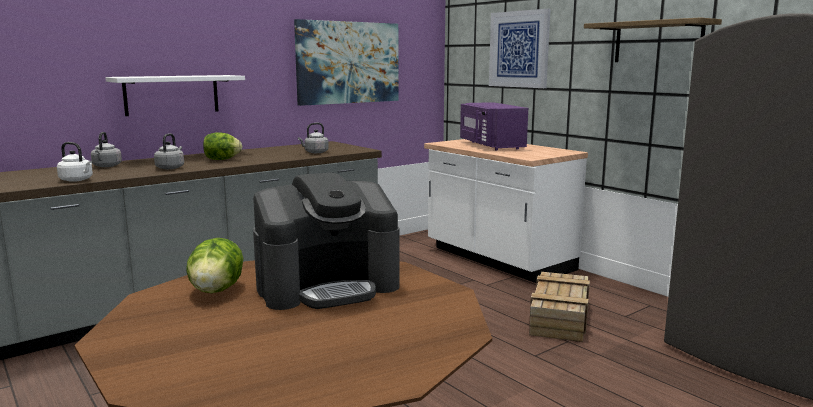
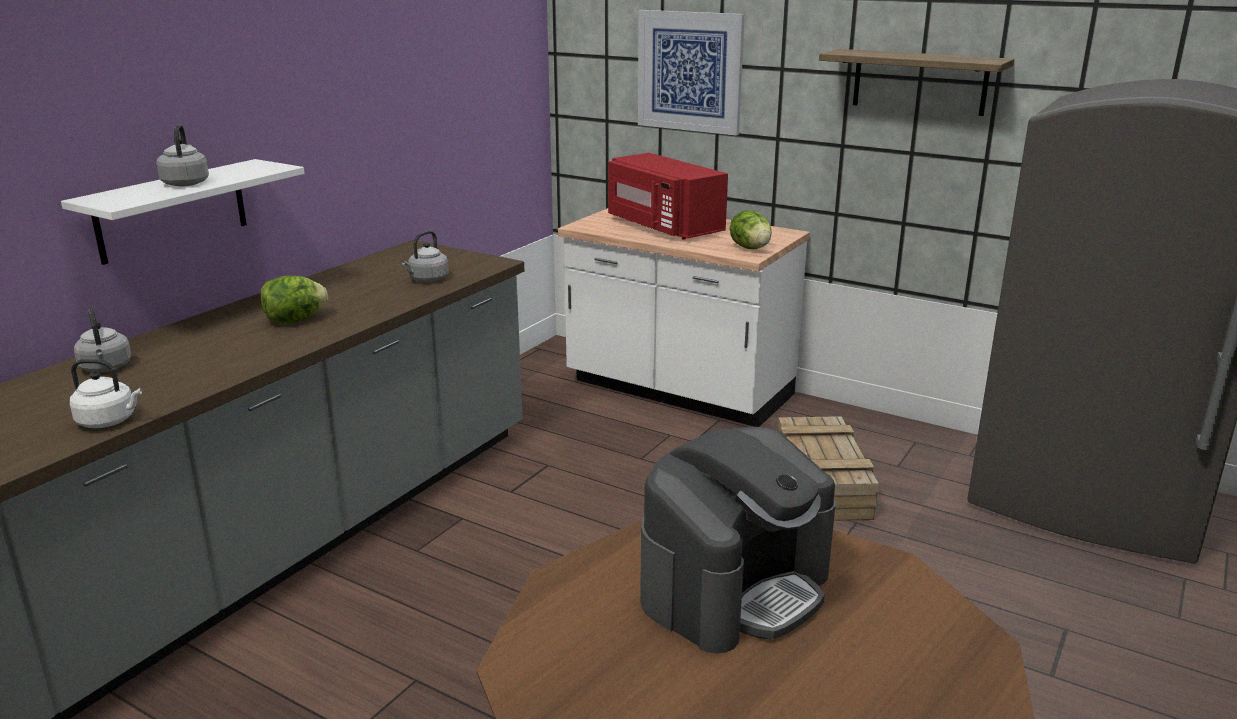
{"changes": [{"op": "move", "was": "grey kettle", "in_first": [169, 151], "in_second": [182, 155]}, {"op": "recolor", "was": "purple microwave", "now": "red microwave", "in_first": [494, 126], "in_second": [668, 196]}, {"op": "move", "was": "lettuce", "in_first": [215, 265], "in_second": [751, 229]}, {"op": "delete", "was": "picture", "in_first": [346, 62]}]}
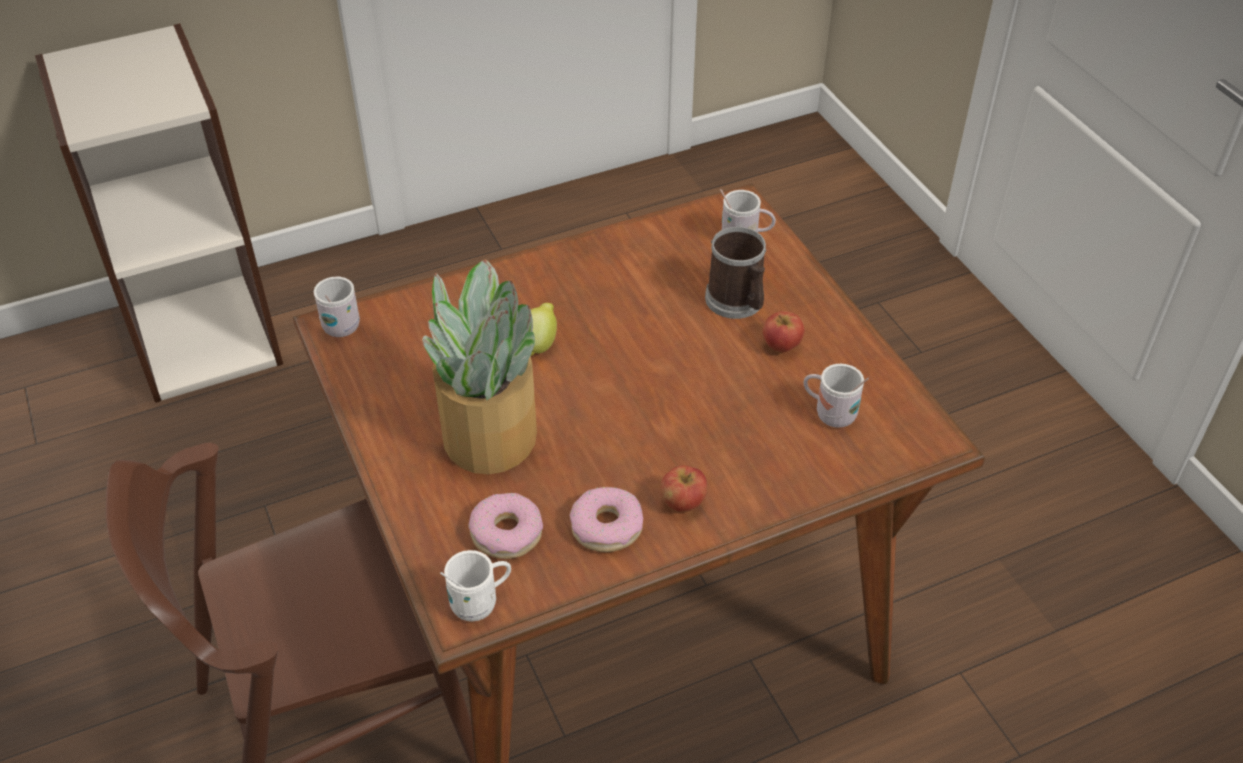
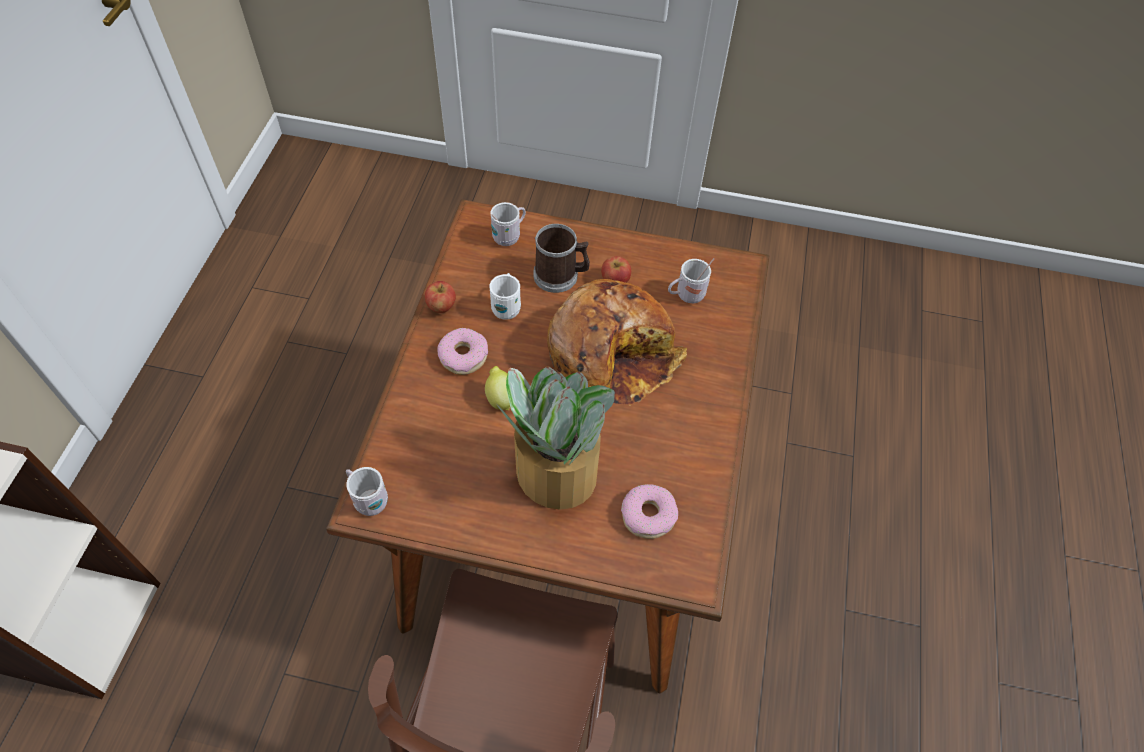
{"changes": [{"op": "move", "was": "apple", "in_first": [683, 489], "in_second": [440, 297]}, {"op": "move", "was": "donut", "in_first": [606, 519], "in_second": [463, 351]}, {"op": "move", "was": "white mug", "in_first": [475, 585], "in_second": [505, 296]}, {"op": "insert", "now": "bread", "in_second": [617, 342]}]}
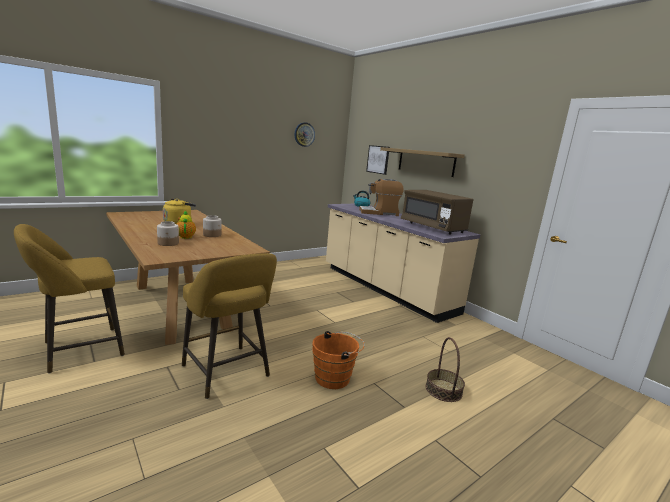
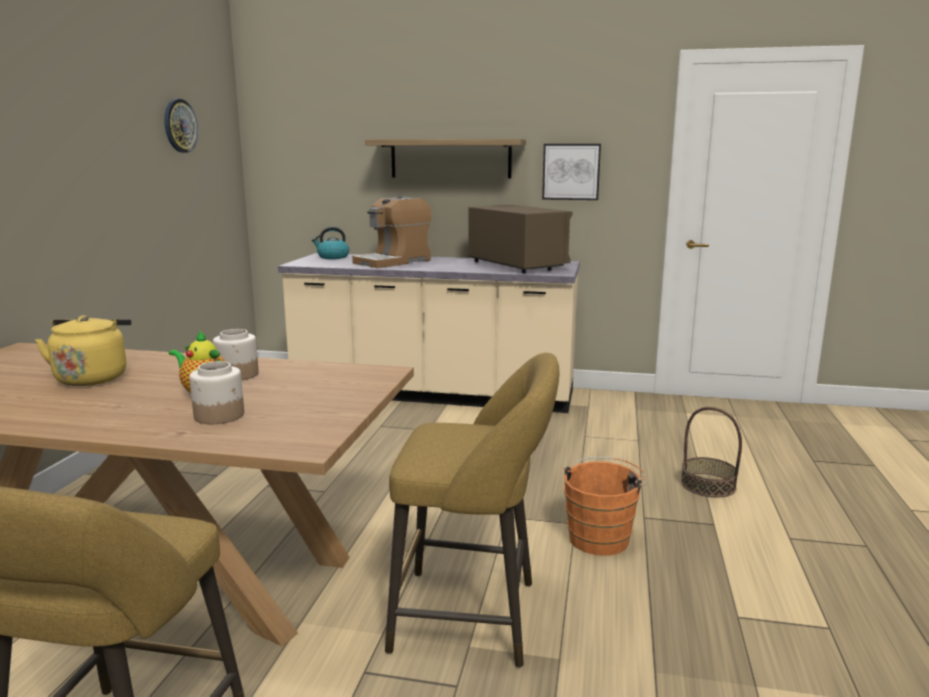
{"changes": [{"op": "rotate", "was": "brown microwave", "in_first": [437, 212], "in_second": [520, 239], "clockwise": -135}, {"op": "move", "was": "picture", "in_first": [378, 160], "in_second": [571, 172]}]}
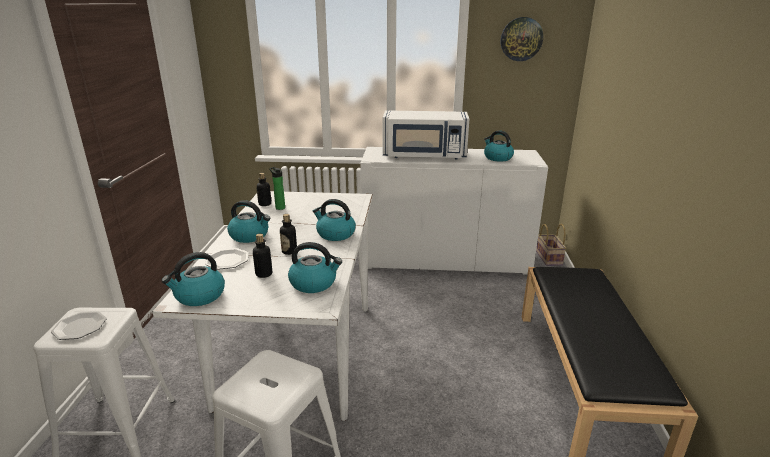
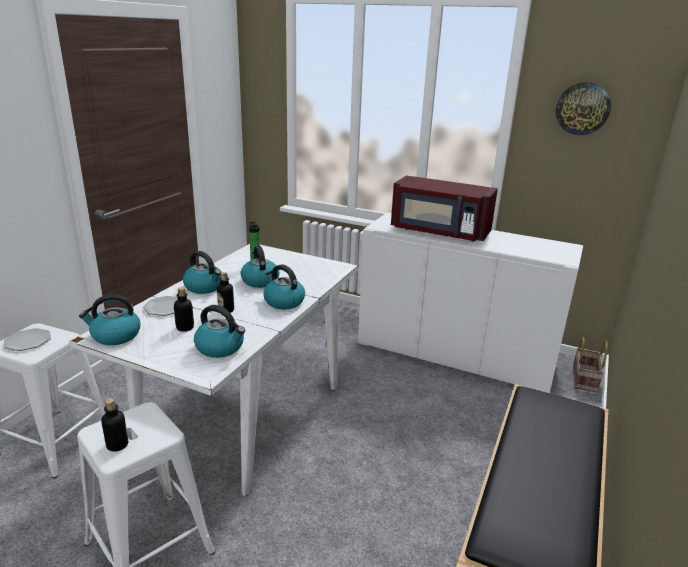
{"changes": [{"op": "move", "was": "bottle", "in_first": [263, 189], "in_second": [114, 425]}, {"op": "move", "was": "kettle", "in_first": [499, 146], "in_second": [260, 267]}, {"op": "recolor", "was": "white microwave", "now": "red microwave", "in_first": [426, 134], "in_second": [444, 208]}]}
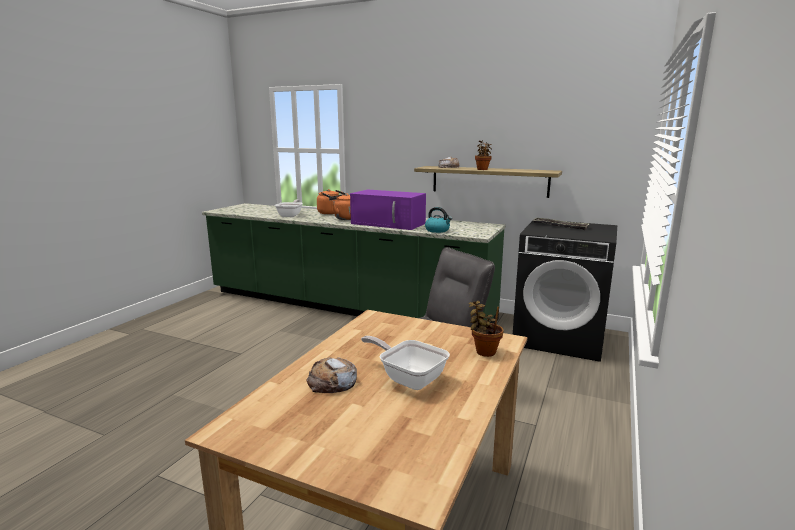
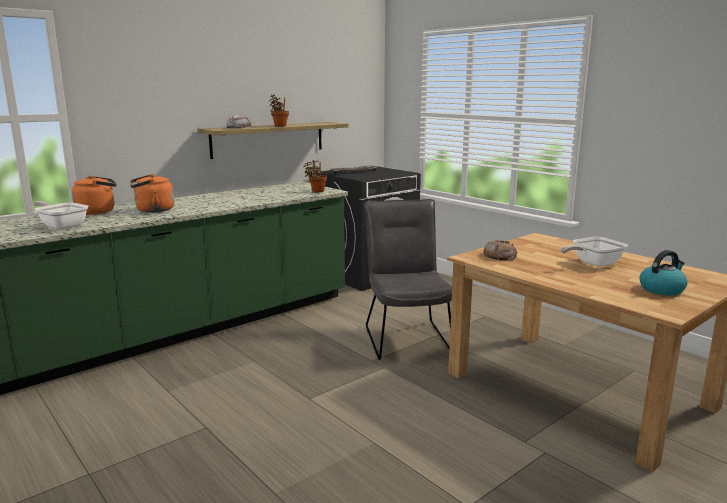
{"changes": [{"op": "move", "was": "potted plant", "in_first": [486, 329], "in_second": [315, 176]}, {"op": "move", "was": "bread", "in_first": [331, 375], "in_second": [500, 250]}, {"op": "move", "was": "kettle", "in_first": [438, 220], "in_second": [664, 272]}, {"op": "delete", "was": "purple microwave", "in_first": [388, 209]}]}
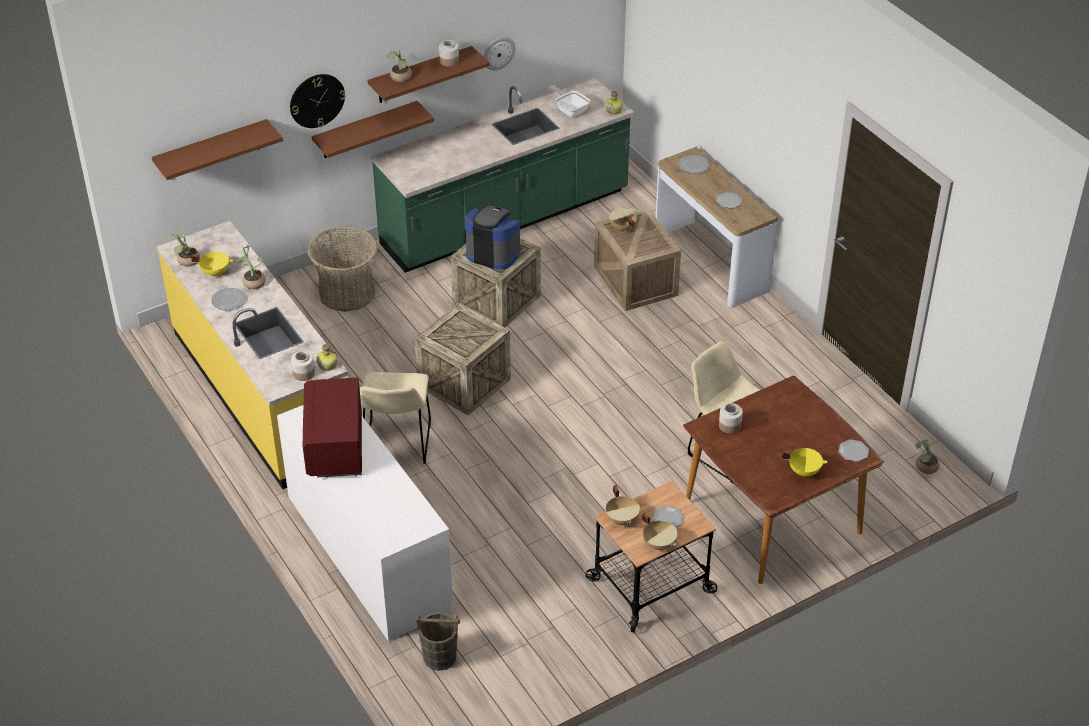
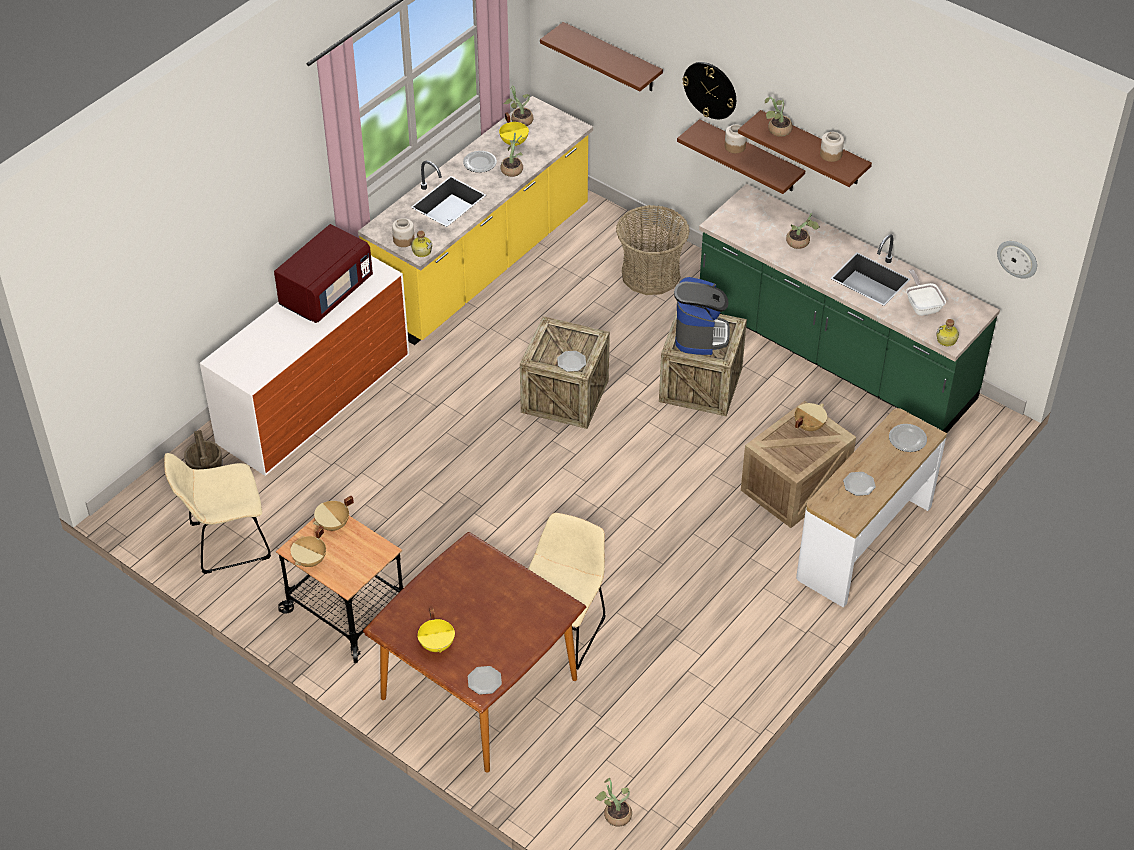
{"changes": [{"op": "move", "was": "beige chair", "in_first": [395, 418], "in_second": [217, 513]}, {"op": "rotate", "was": "red microwave", "in_first": [332, 428], "in_second": [323, 273], "clockwise": 150}, {"op": "move", "was": "plate", "in_first": [668, 516], "in_second": [571, 361]}, {"op": "move", "was": "jar", "in_first": [731, 418], "in_second": [735, 138]}, {"op": "insert", "now": "potted plant", "in_second": [803, 231]}, {"op": "rotate", "was": "frying pan", "in_first": [569, 101], "in_second": [926, 292], "clockwise": -45}, {"op": "move", "was": "wall clock", "in_first": [499, 53], "in_second": [1017, 260]}]}
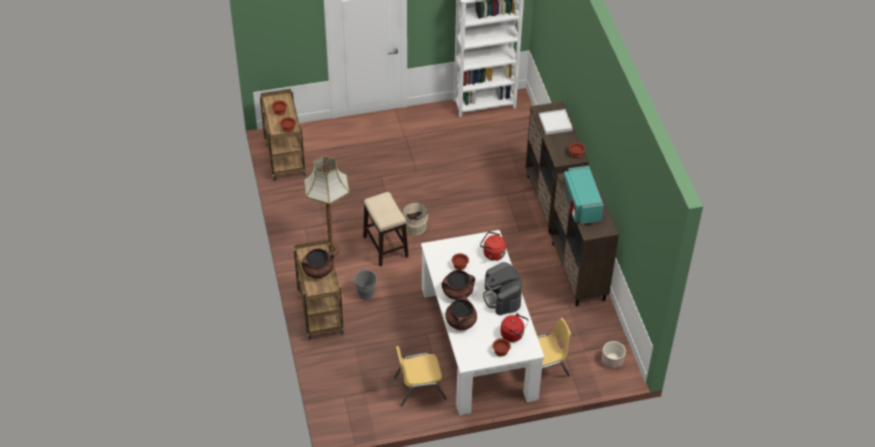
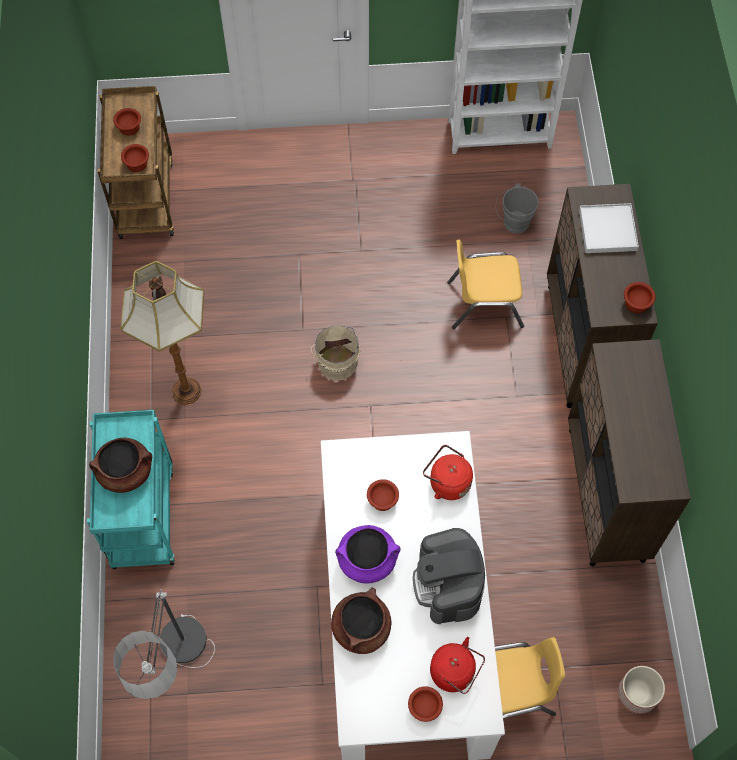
{"changes": [{"op": "recolor", "was": "brown cart", "now": "turquoise cart", "in_first": [319, 290], "in_second": [131, 489]}, {"op": "insert", "now": "floor lamp", "in_second": [164, 644]}, {"op": "recolor", "was": "brown cooking pot", "now": "purple cooking pot", "in_first": [458, 285], "in_second": [368, 554]}, {"op": "move", "was": "yellow chair", "in_first": [420, 376], "in_second": [485, 284]}, {"op": "move", "was": "grey bucket", "in_first": [364, 284], "in_second": [517, 208]}, {"op": "delete", "was": "stool", "in_first": [385, 229]}, {"op": "delete", "was": "turquoise microwave", "in_first": [583, 195]}]}
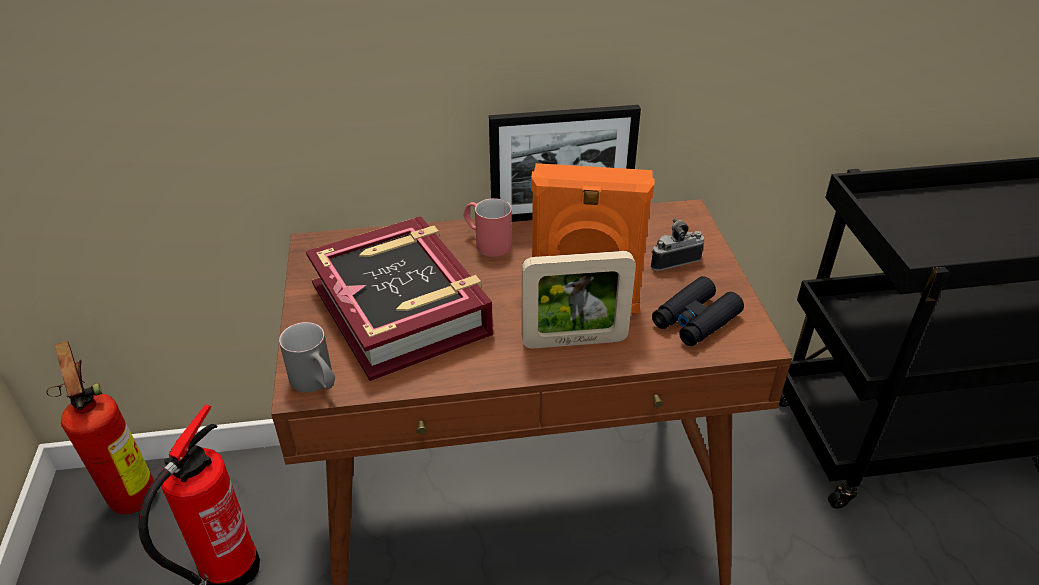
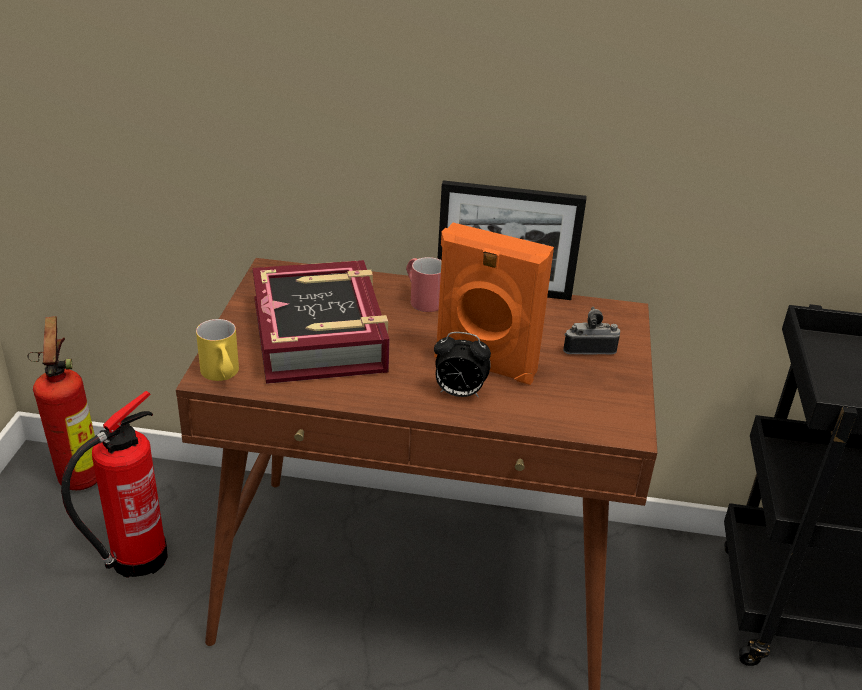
{"changes": [{"op": "recolor", "was": "grey mug", "now": "yellow mug", "in_first": [307, 357], "in_second": [217, 350]}, {"op": "replace", "was": "picture frame", "now": "alarm clock", "in_first": [579, 300], "in_second": [462, 365]}, {"op": "delete", "was": "black binoculars", "in_first": [698, 311]}]}
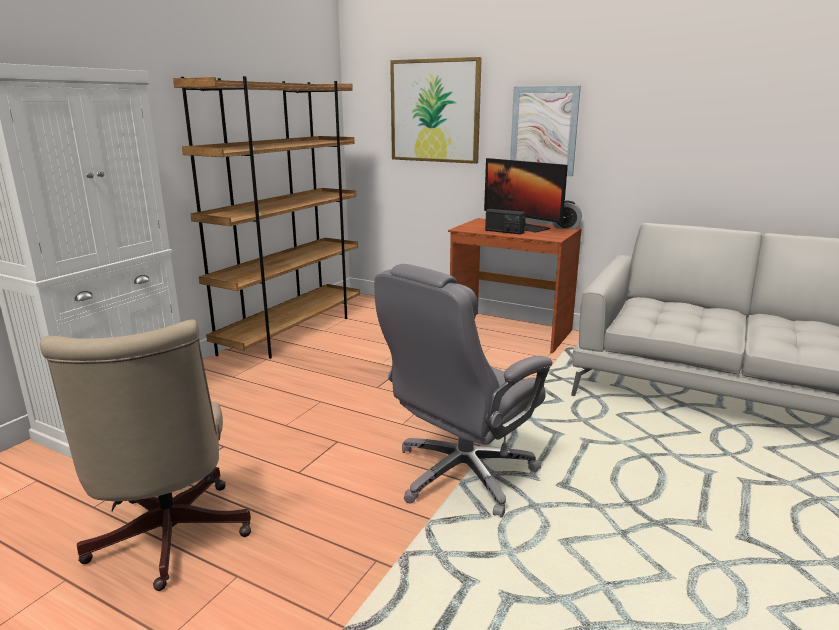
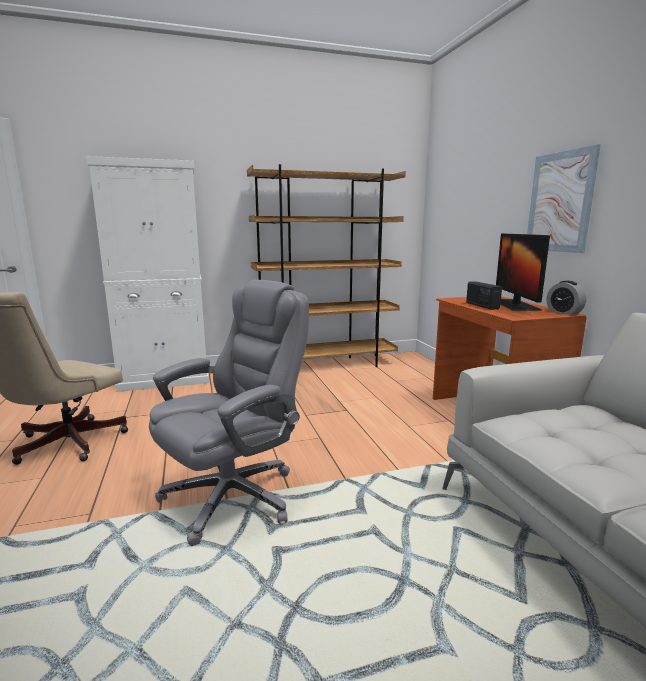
{"changes": [{"op": "rotate", "was": "grey office chair", "in_first": [463, 391], "in_second": [229, 413], "clockwise": 135}, {"op": "delete", "was": "picture", "in_first": [436, 110]}]}
